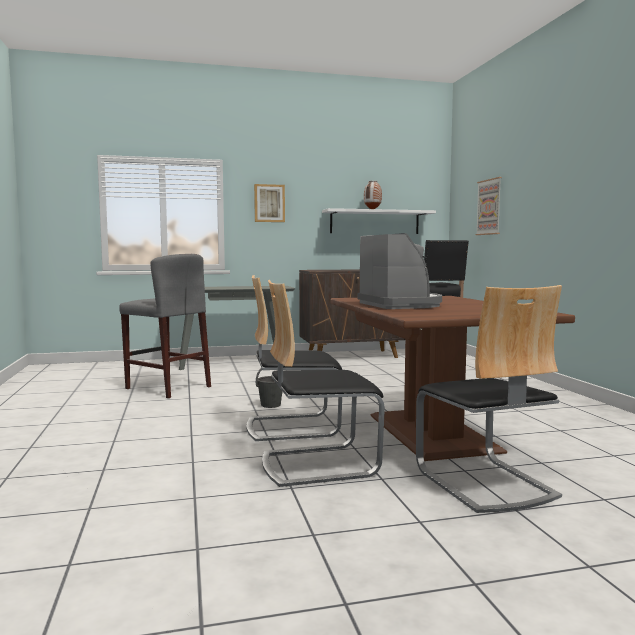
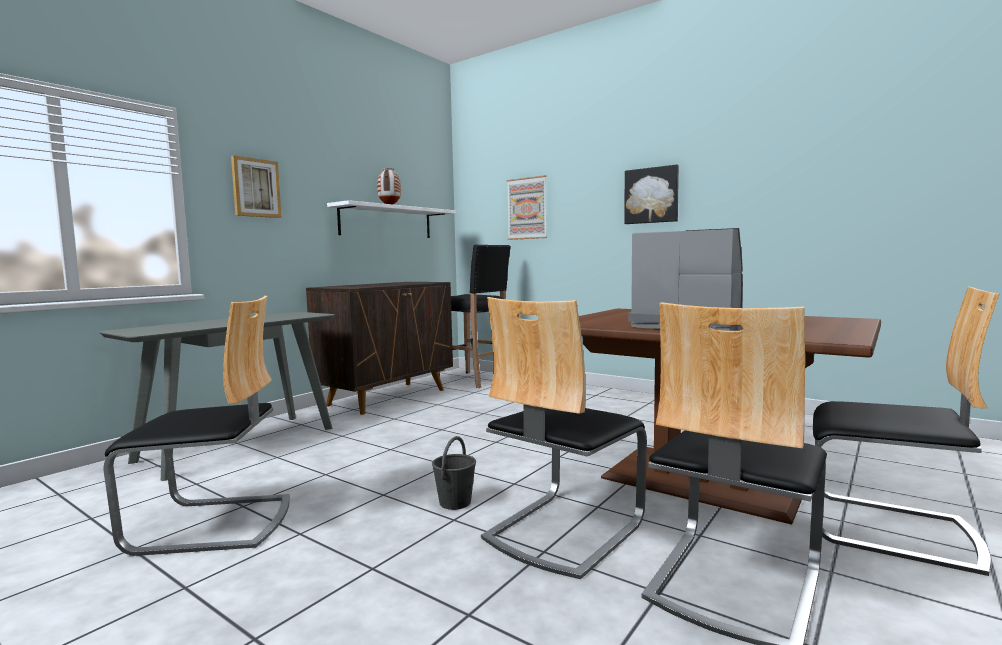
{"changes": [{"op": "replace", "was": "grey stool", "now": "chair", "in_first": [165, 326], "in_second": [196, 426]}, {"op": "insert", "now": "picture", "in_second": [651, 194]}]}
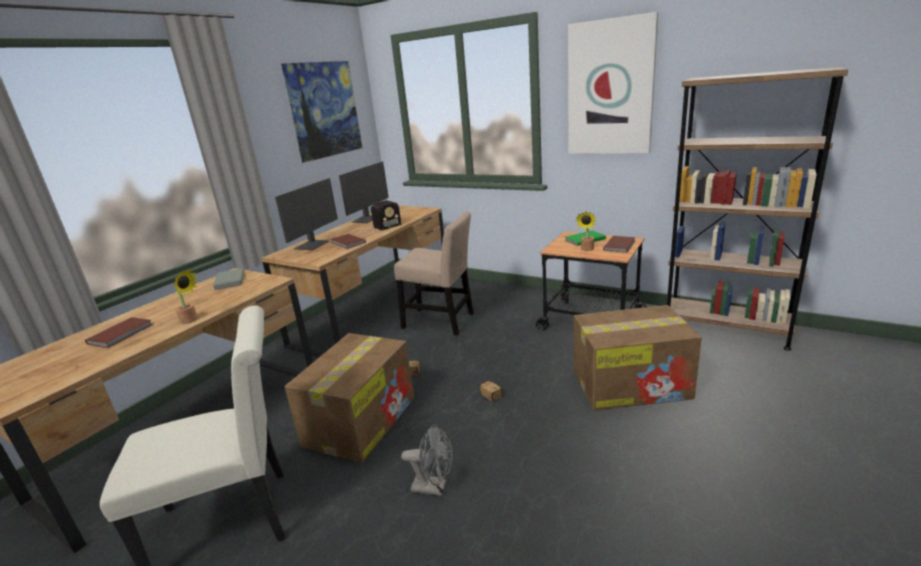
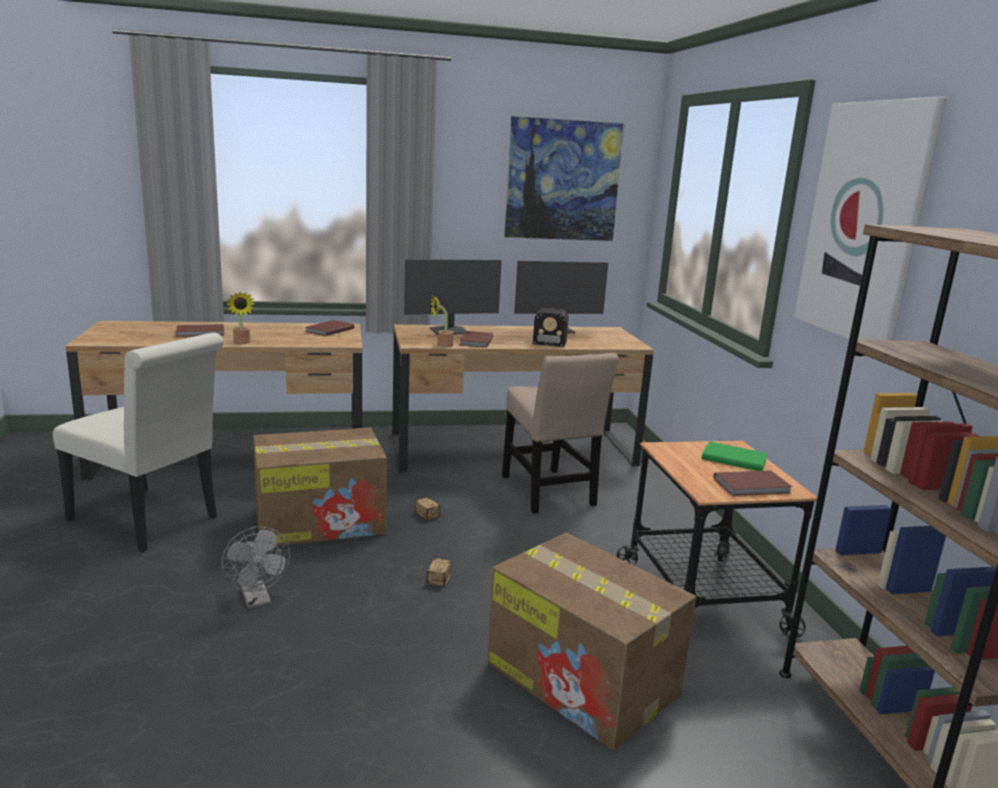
{"changes": [{"op": "recolor", "was": "grey book", "now": "brown book", "in_first": [228, 279], "in_second": [330, 328]}, {"op": "move", "was": "potted plant", "in_first": [585, 231], "in_second": [442, 321]}]}
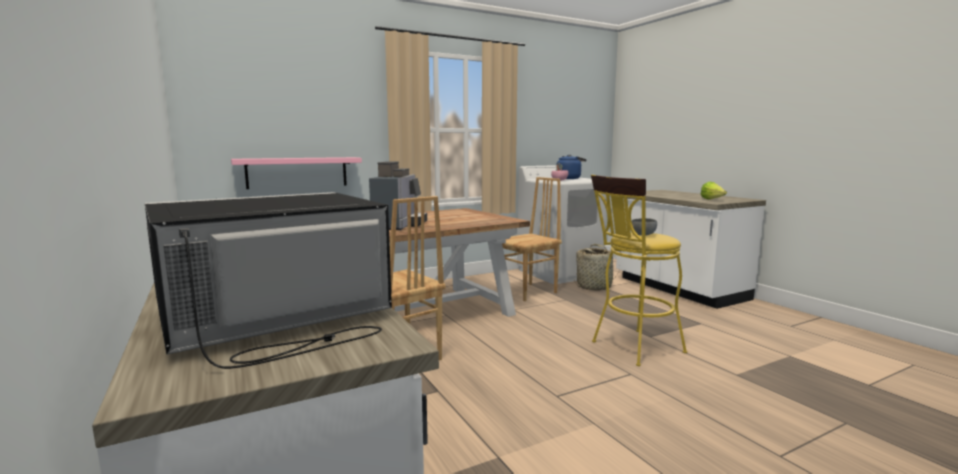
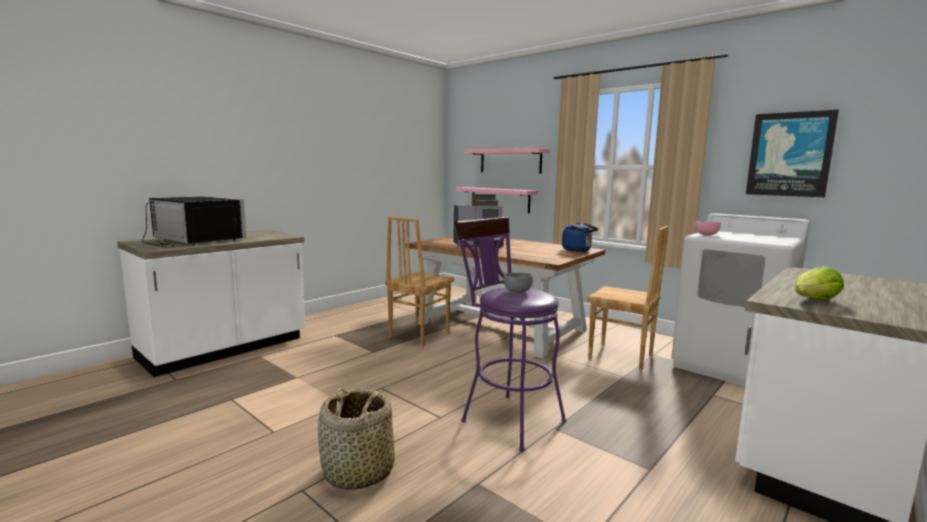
{"changes": [{"op": "move", "was": "basket", "in_first": [595, 267], "in_second": [356, 439]}, {"op": "recolor", "was": "yellow stool", "now": "purple stool", "in_first": [639, 270], "in_second": [510, 334]}, {"op": "insert", "now": "pink shelf", "in_second": [507, 160]}, {"op": "move", "was": "blue kettle", "in_first": [571, 167], "in_second": [580, 237]}, {"op": "insert", "now": "picture", "in_second": [792, 153]}]}
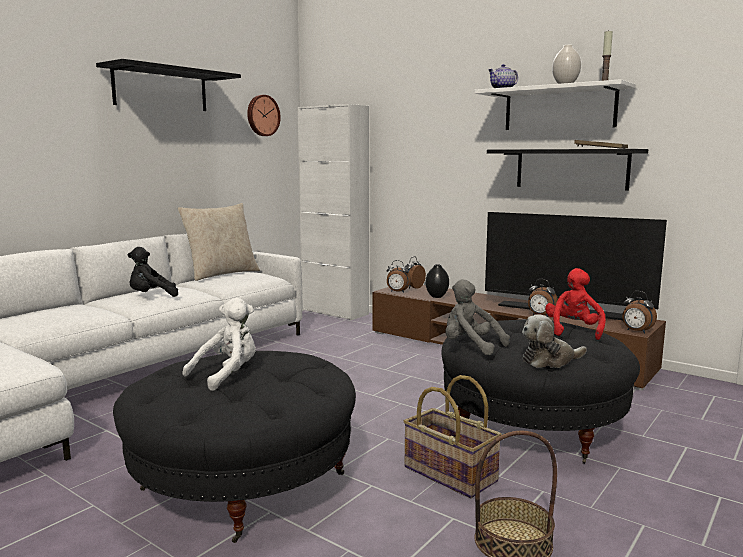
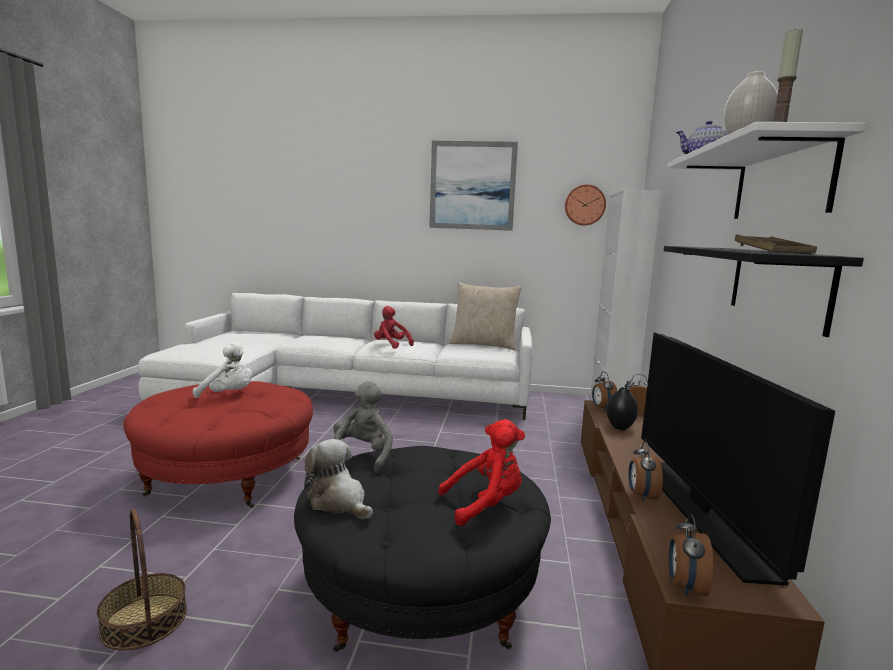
{"changes": [{"op": "recolor", "was": "black ottoman", "now": "red ottoman", "in_first": [234, 447], "in_second": [218, 444]}, {"op": "recolor", "was": "black plush toy", "now": "red plush toy", "in_first": [153, 272], "in_second": [394, 327]}, {"op": "replace", "was": "black shelf", "now": "picture", "in_first": [168, 85], "in_second": [473, 186]}, {"op": "delete", "was": "basket", "in_first": [453, 436]}]}
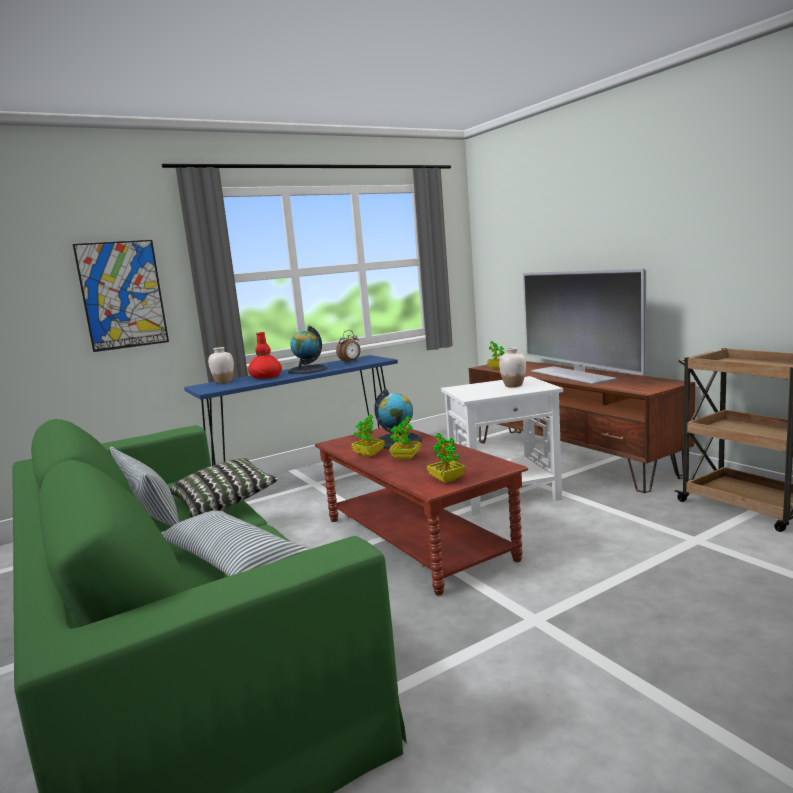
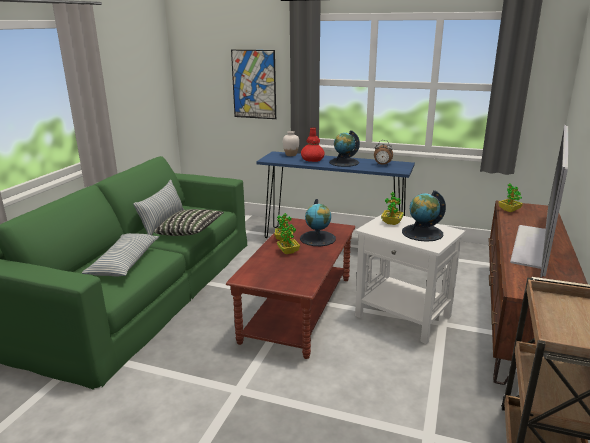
{"changes": [{"op": "move", "was": "potted plant", "in_first": [446, 458], "in_second": [392, 208]}, {"op": "replace", "was": "white vase", "now": "globe", "in_first": [512, 367], "in_second": [424, 216]}]}
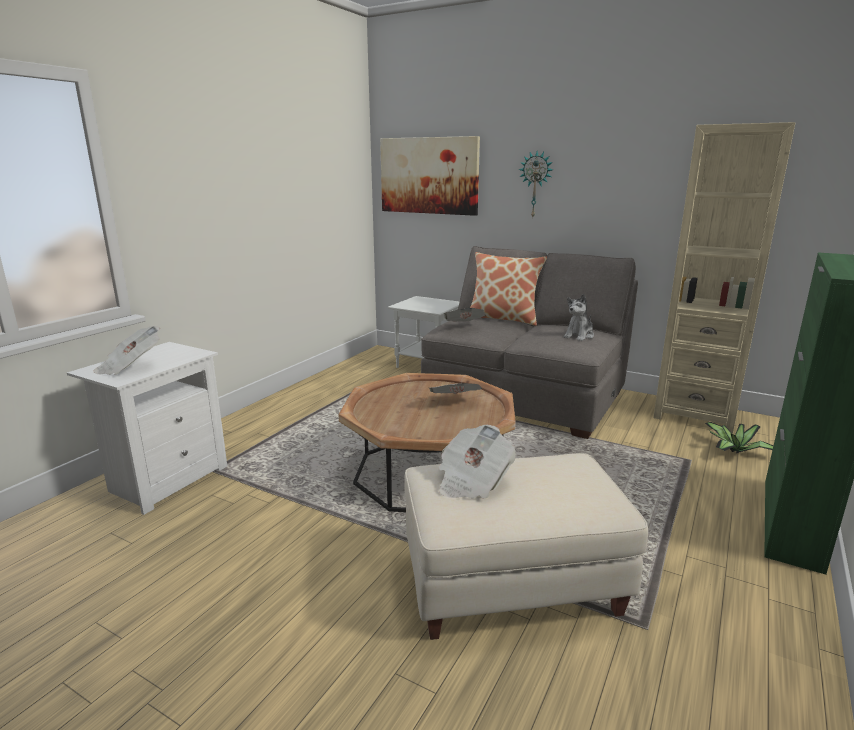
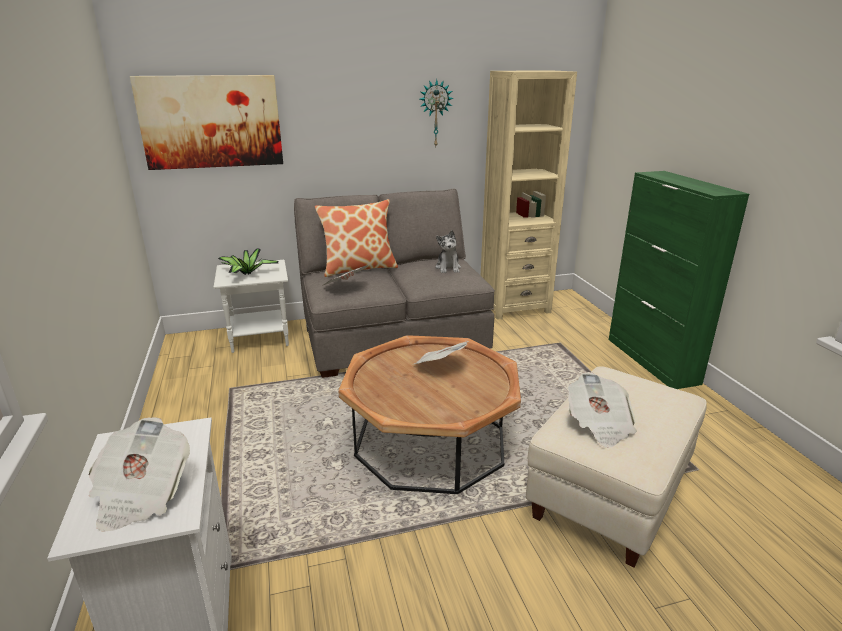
{"changes": [{"op": "move", "was": "potted plant", "in_first": [739, 437], "in_second": [248, 262]}, {"op": "move", "was": "wall clock", "in_first": [536, 184], "in_second": [437, 112]}]}
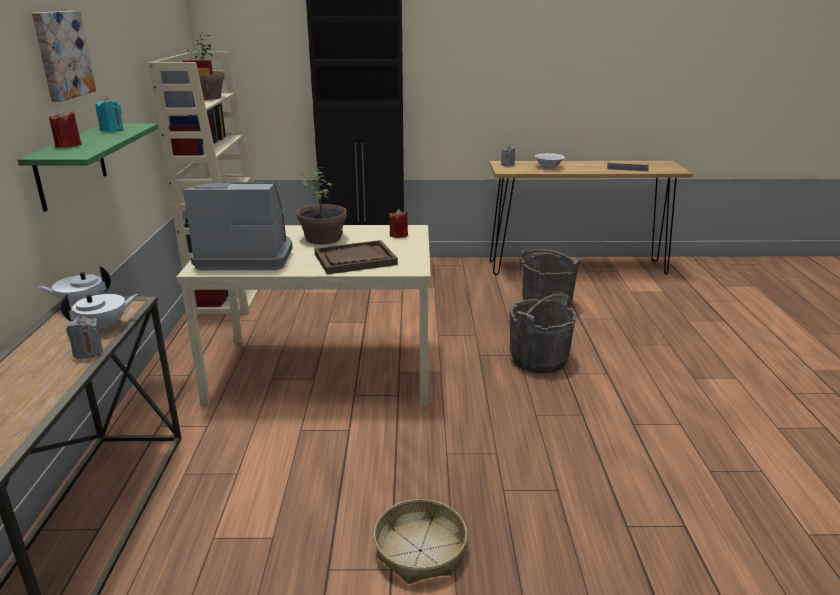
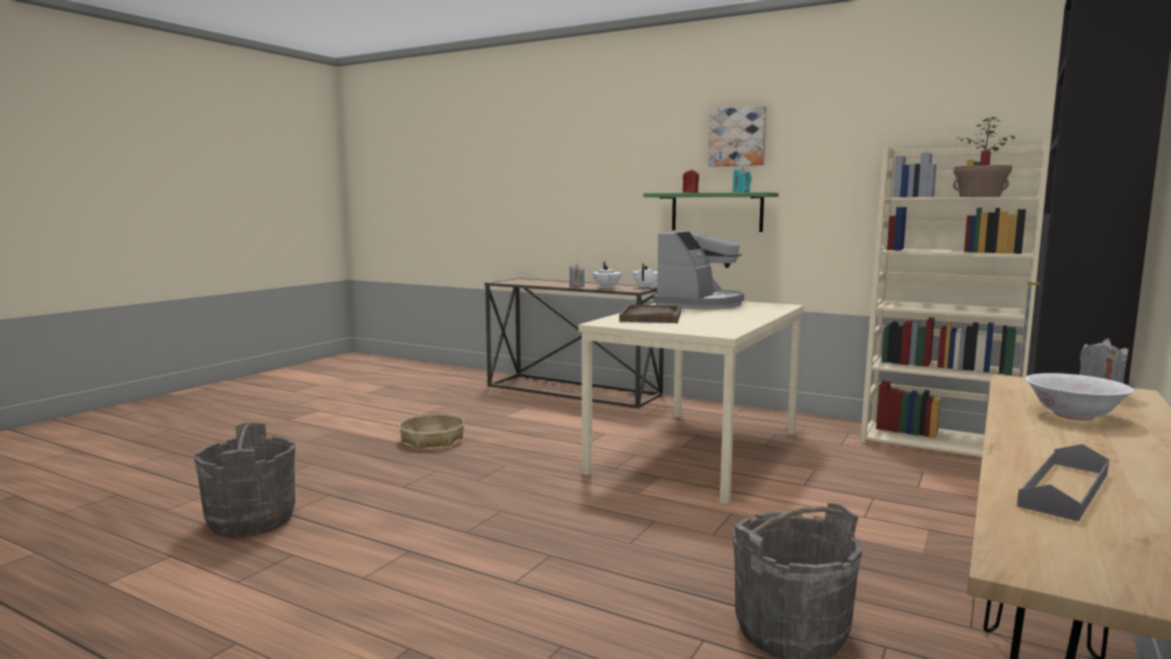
{"changes": [{"op": "move", "was": "grey bucket", "in_first": [543, 332], "in_second": [244, 480]}, {"op": "delete", "was": "potted plant", "in_first": [322, 205]}, {"op": "delete", "was": "red candle", "in_first": [398, 223]}]}
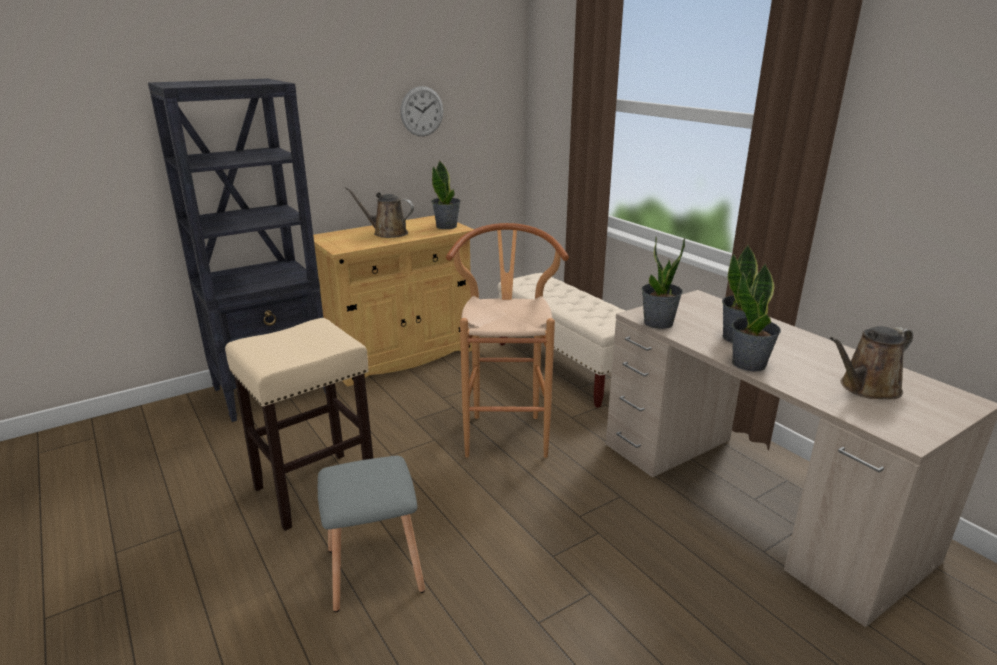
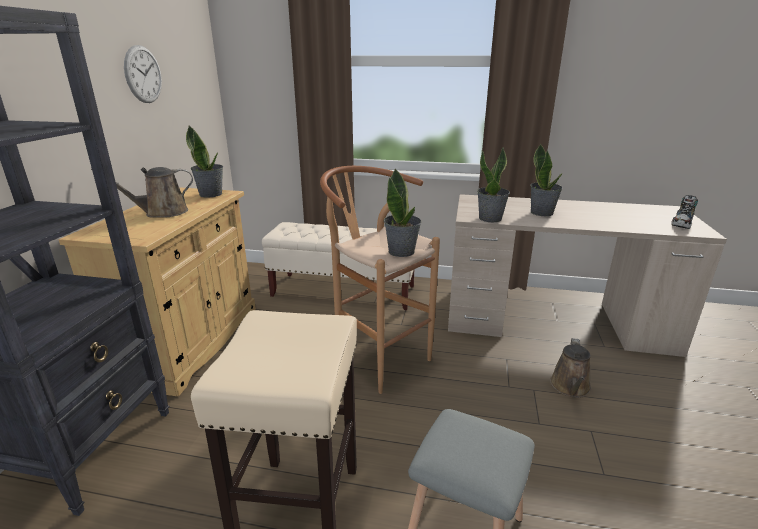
{"changes": [{"op": "move", "was": "potted plant", "in_first": [756, 317], "in_second": [402, 212]}, {"op": "move", "was": "brown watering can", "in_first": [871, 362], "in_second": [570, 368]}, {"op": "insert", "now": "shoe", "in_second": [684, 212]}]}
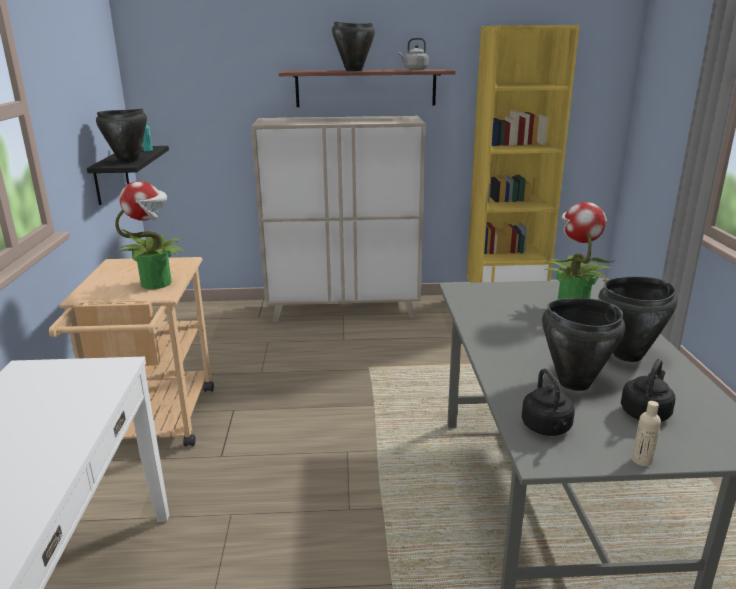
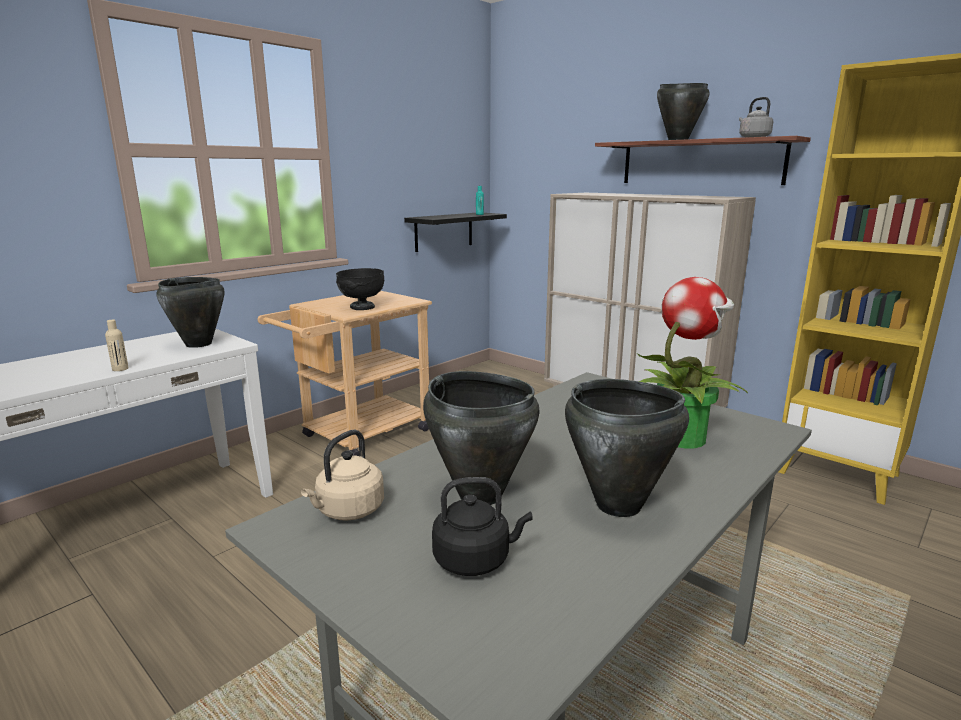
{"changes": [{"op": "move", "was": "beige bottle", "in_first": [646, 433], "in_second": [117, 345]}, {"op": "move", "was": "black cooking pot", "in_first": [121, 136], "in_second": [190, 312]}, {"op": "recolor", "was": "black kettle", "now": "beige kettle", "in_first": [548, 402], "in_second": [342, 475]}, {"op": "replace", "was": "potted plant", "now": "black bowl", "in_first": [150, 235], "in_second": [360, 289]}]}
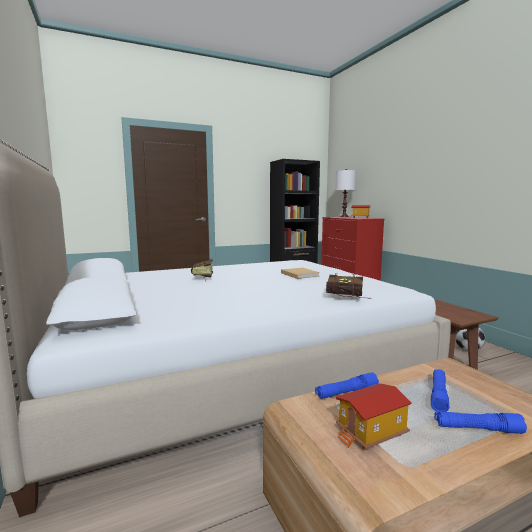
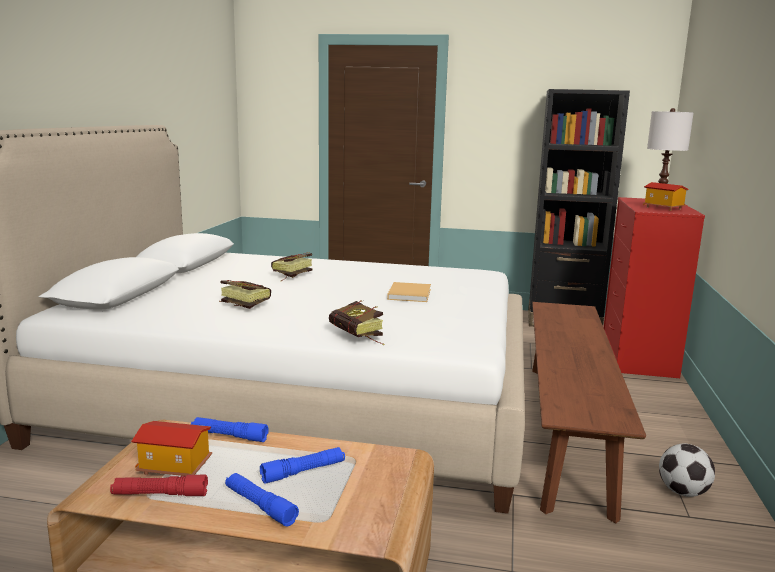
{"changes": [{"op": "insert", "now": "red flashlight", "in_second": [159, 485]}, {"op": "insert", "now": "book", "in_second": [245, 294]}]}
